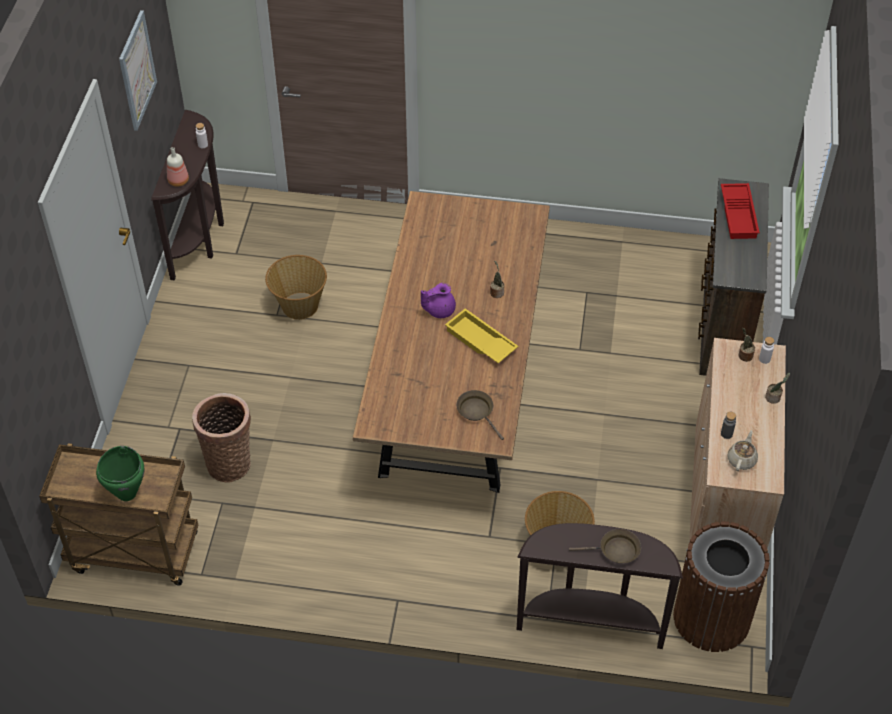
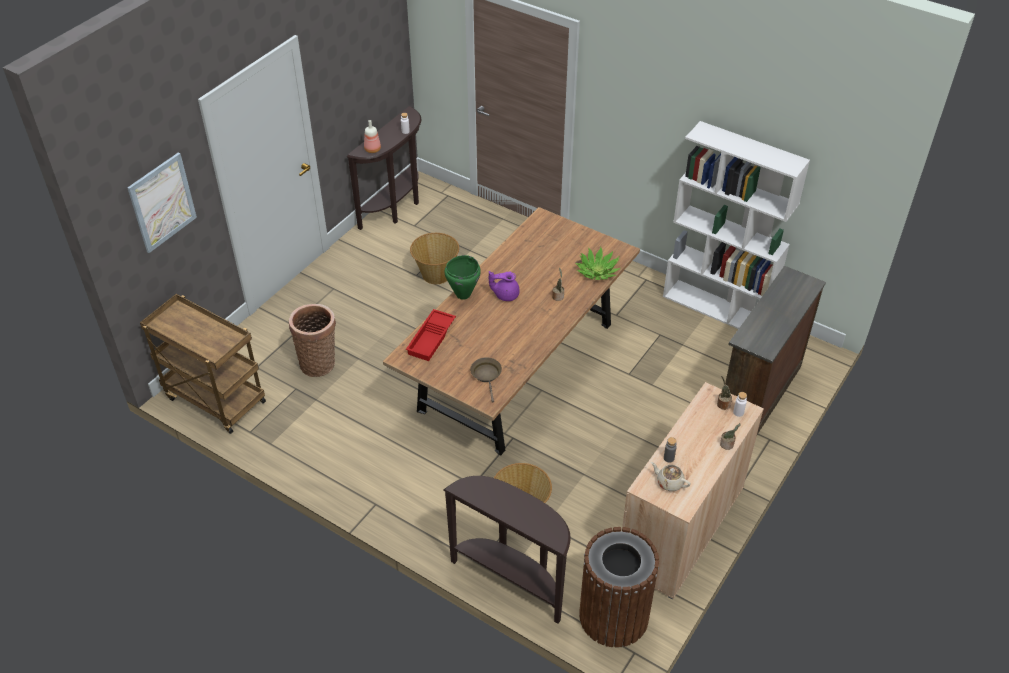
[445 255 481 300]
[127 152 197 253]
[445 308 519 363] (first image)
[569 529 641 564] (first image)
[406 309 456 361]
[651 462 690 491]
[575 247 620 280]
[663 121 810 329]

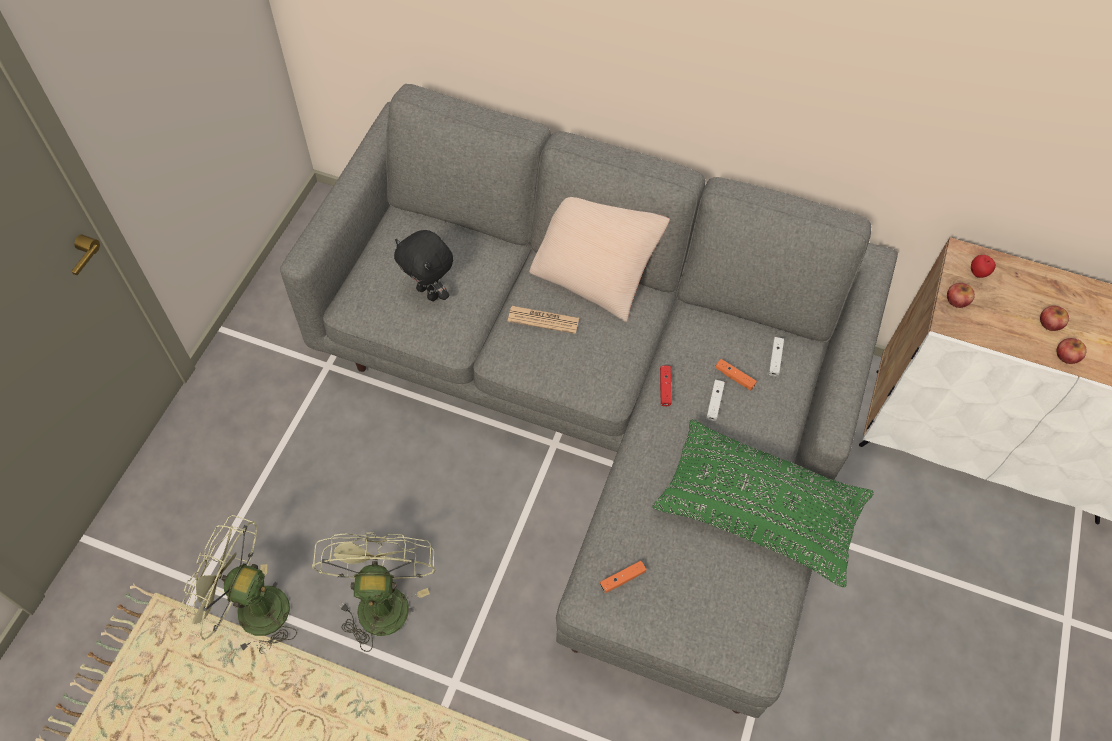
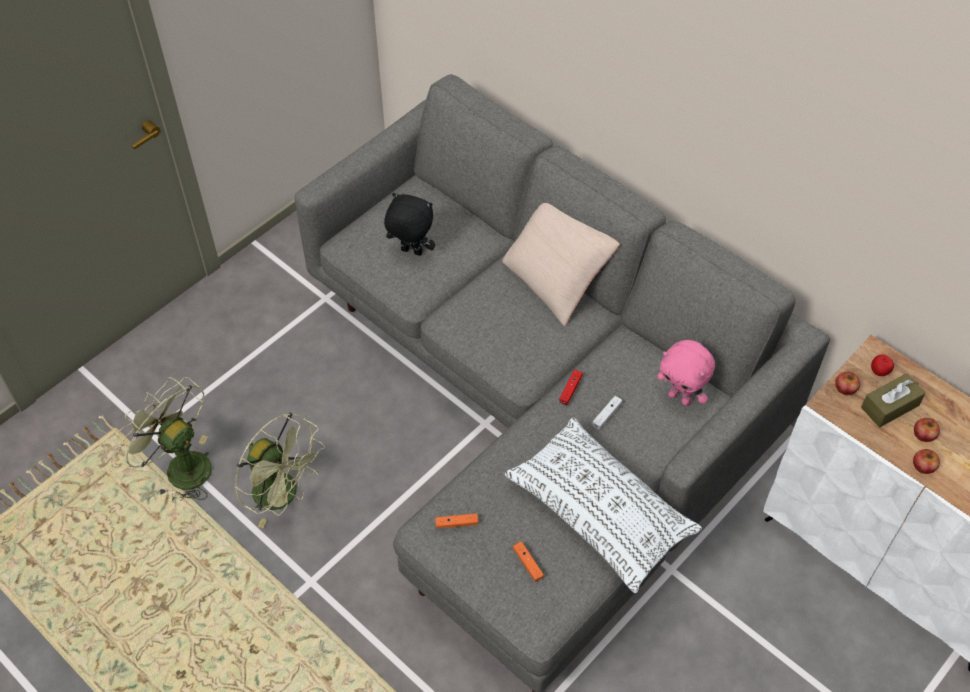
[235 413 325 528]
[384 193 435 256]
[508 306 579 334] (first image)
[505 418 702 593]
[513 541 544 582]
[657 340 715 406]
[861 373 926 427]

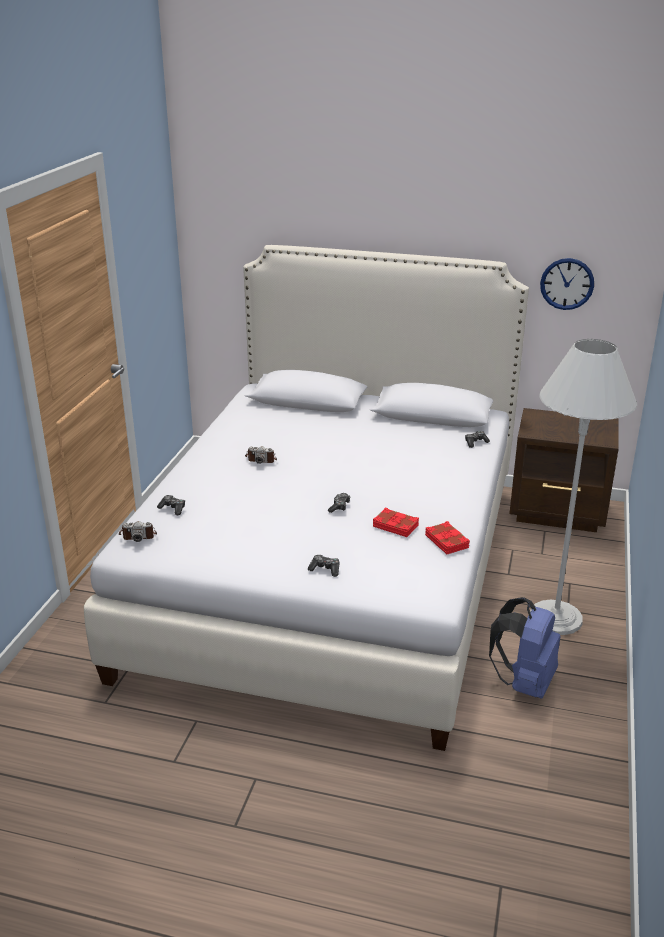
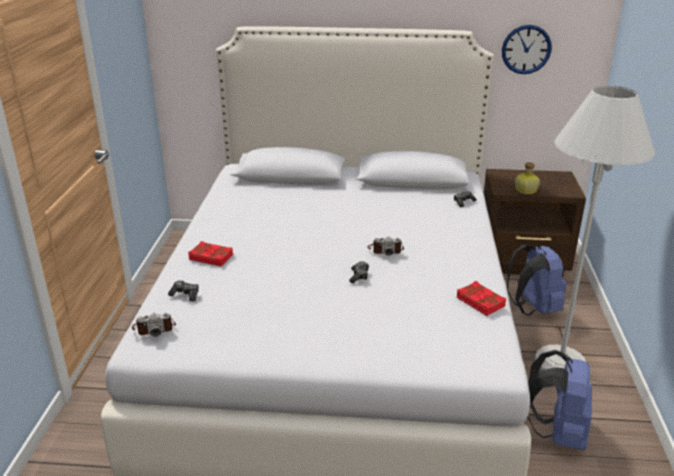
[367 237 404 256]
[308 555 339 577] (first image)
[188 241 233 266]
[507 245 567 316]
[515 162 540 194]

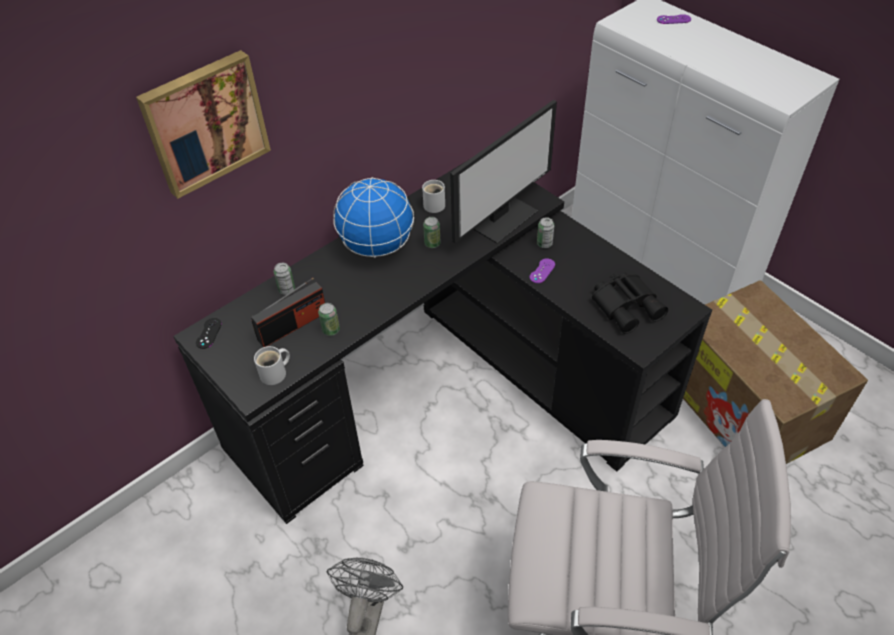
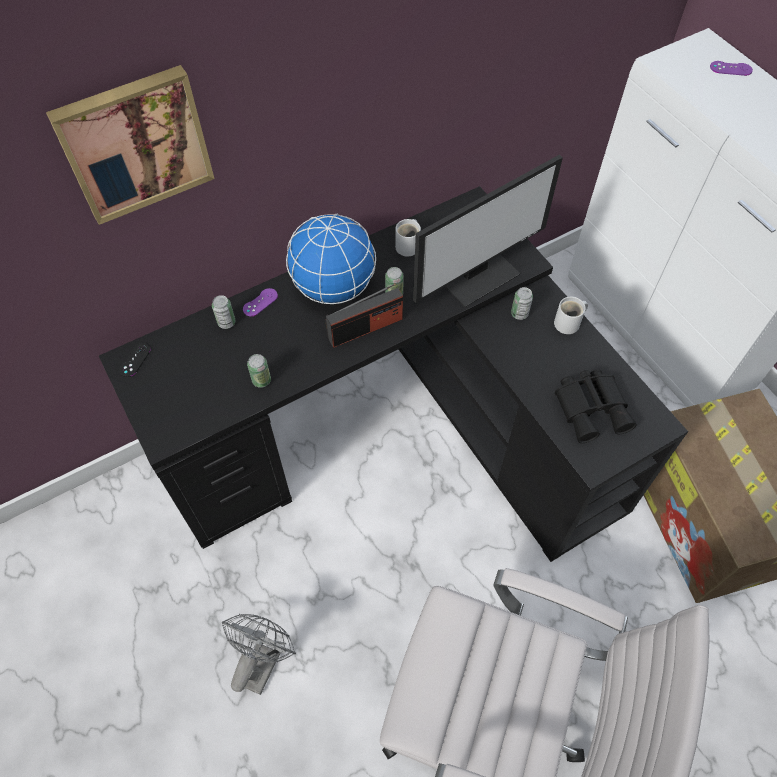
[325 283 403 348]
[554 297 588 334]
[243 288 278 316]

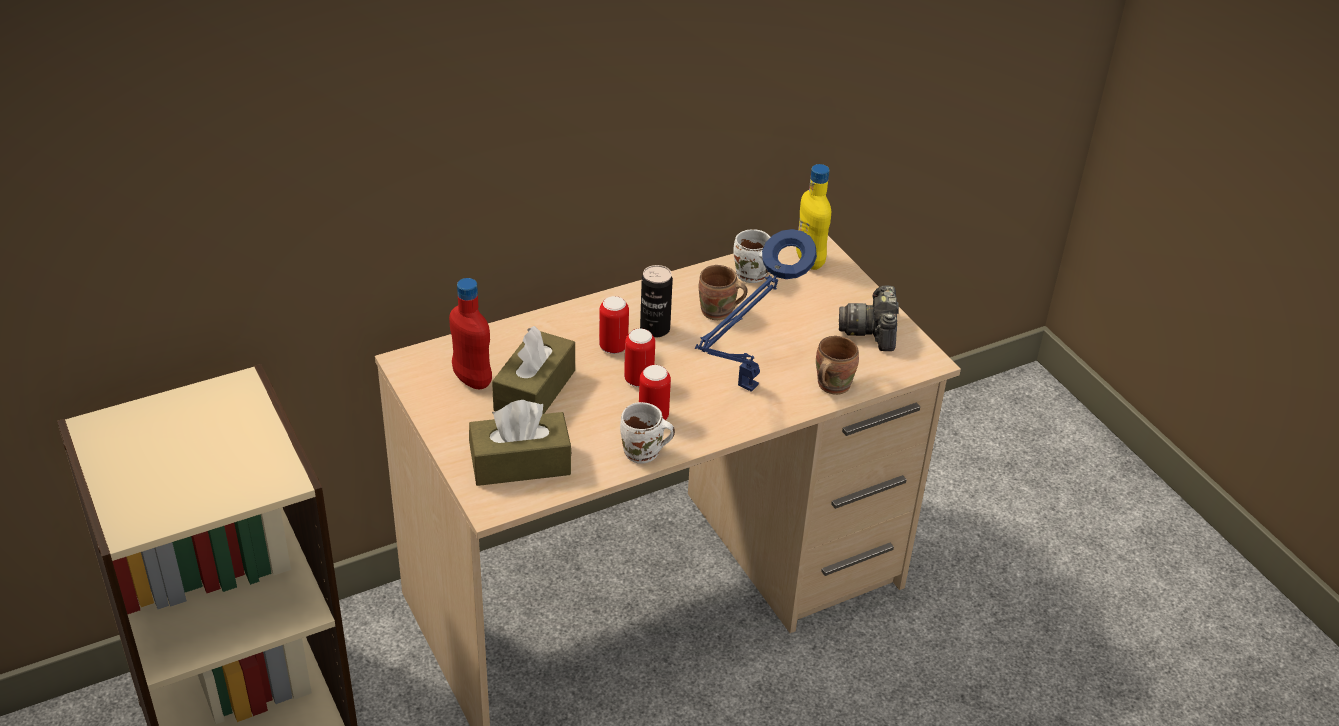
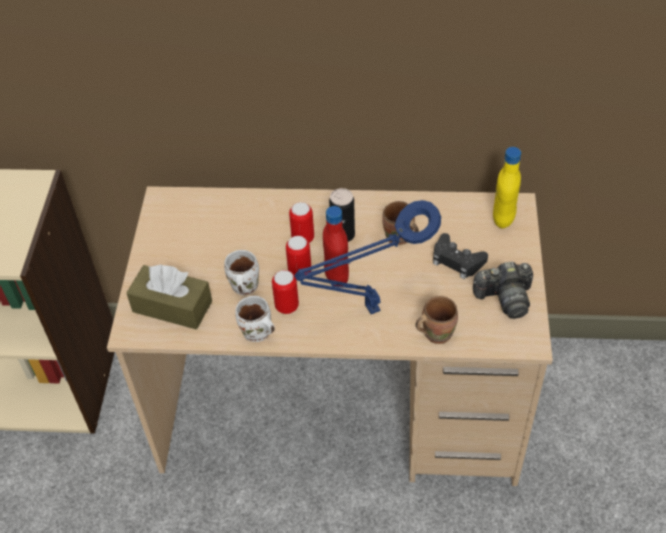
[323 206 349 286]
[492 326 575 414] (first image)
[224 250 259 295]
[473 261 533 319]
[433 233 488 279]

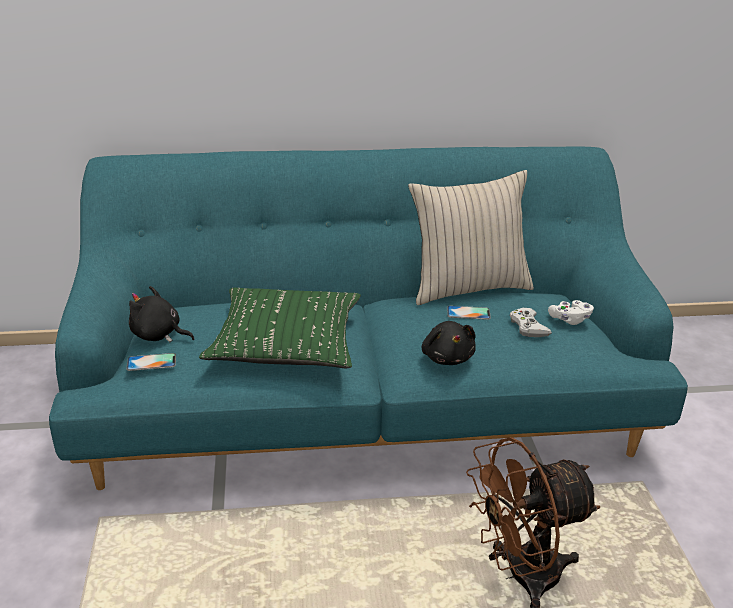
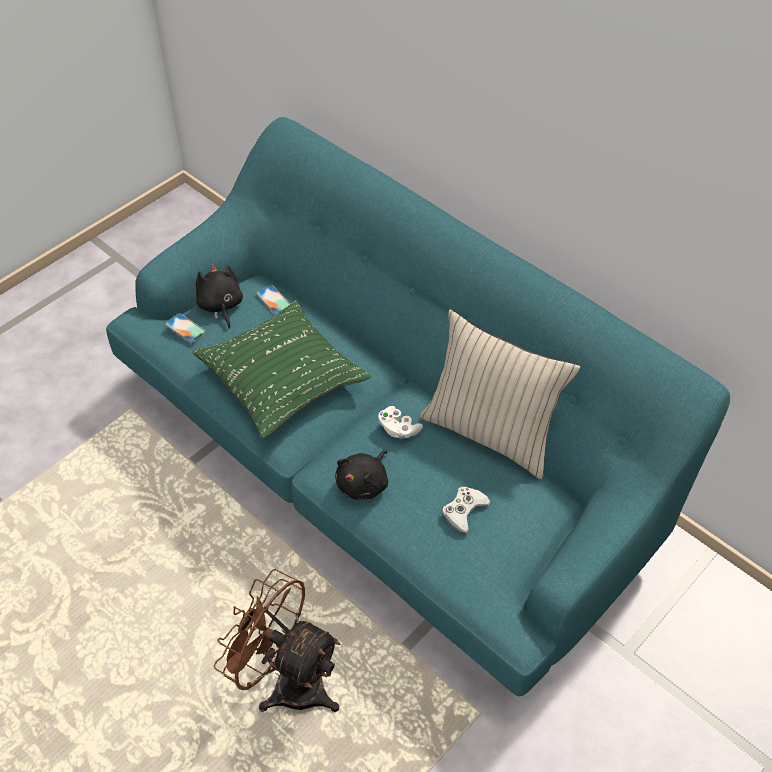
[255 285 290 315]
[378 406 423 439]

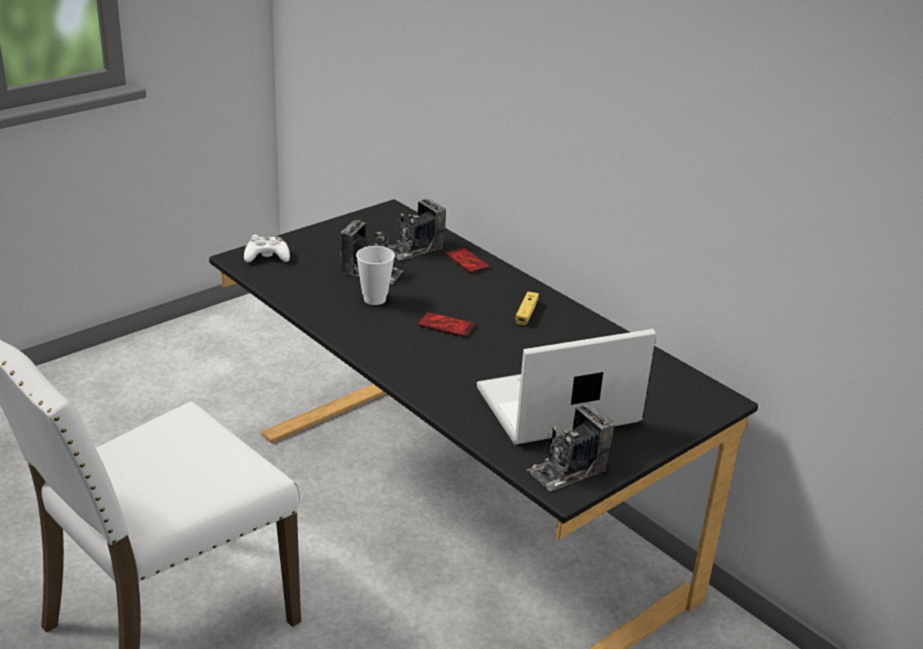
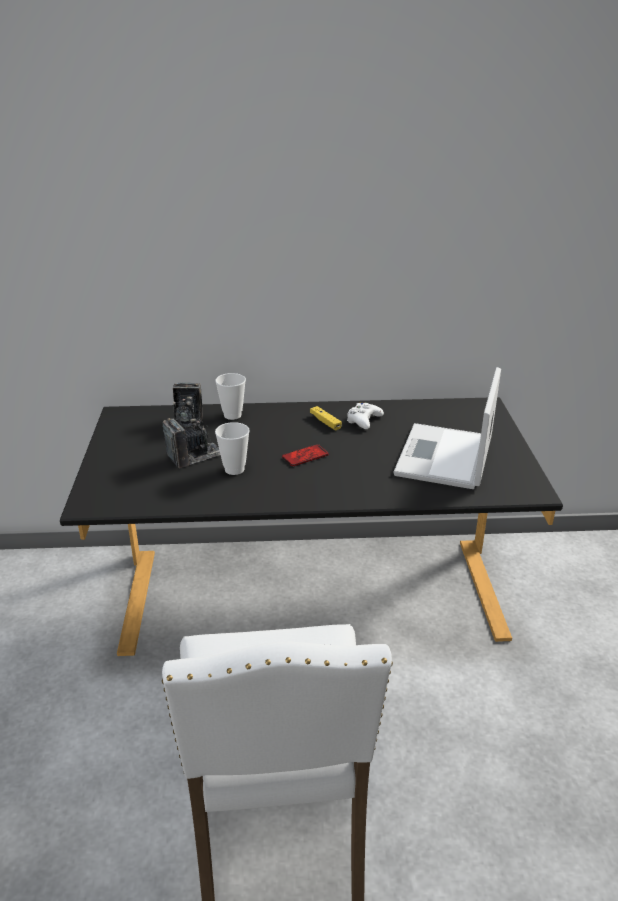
[347 402 384 429]
[215 373 246 420]
[527 404 614 491] (first image)

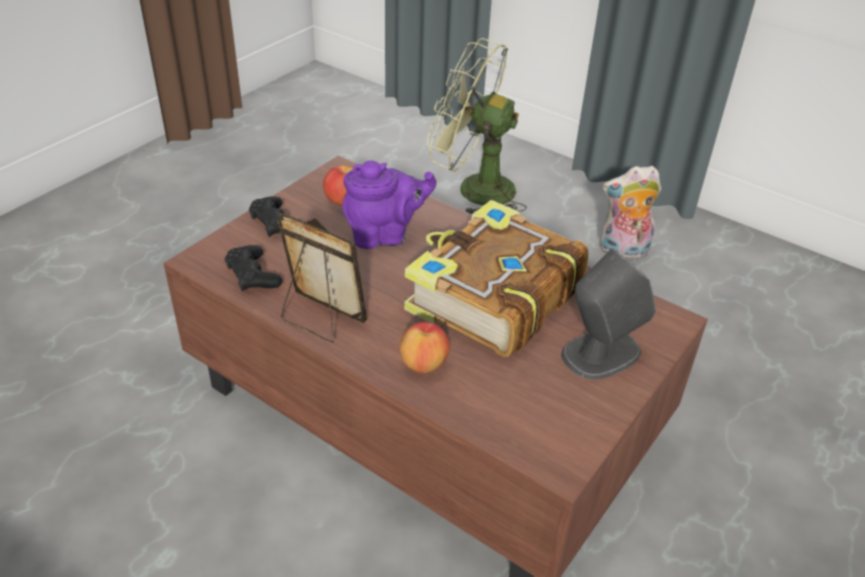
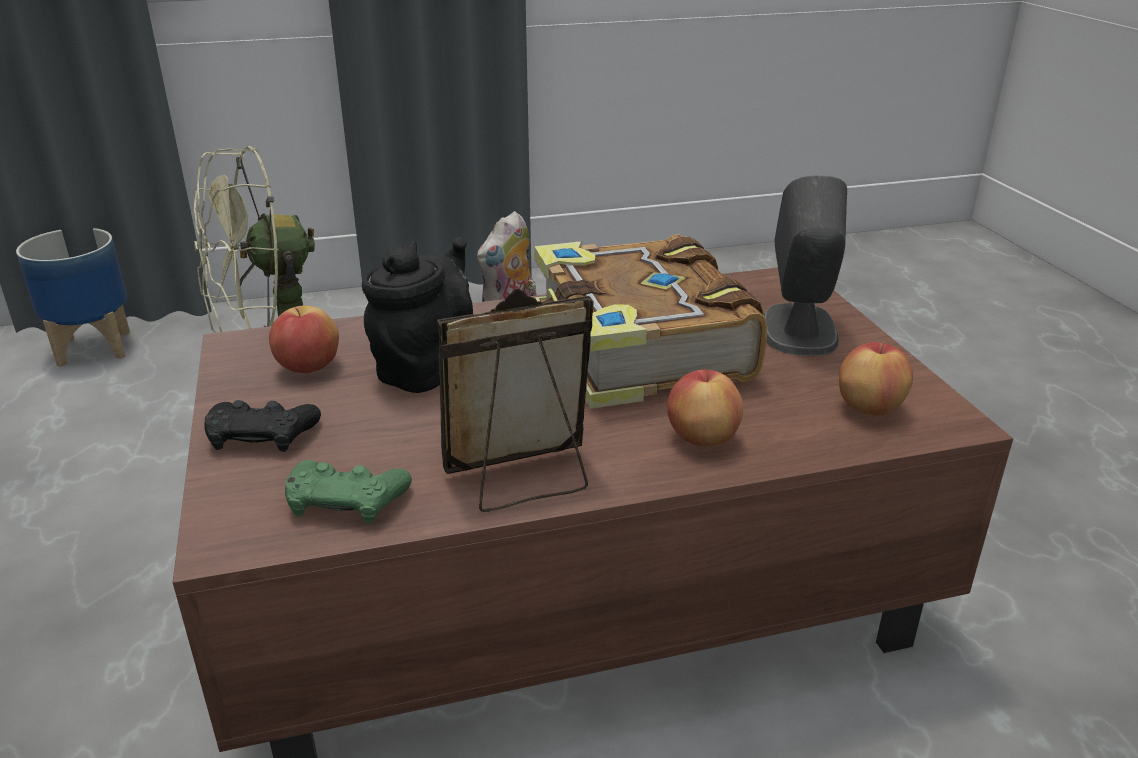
[285 460 412 524]
[362 237 473 393]
[16 228 130 367]
[839 341 913 416]

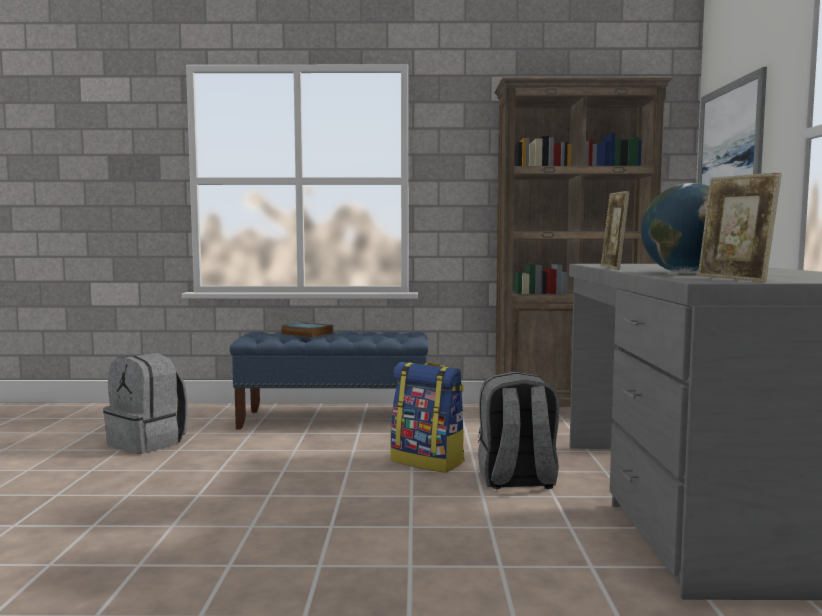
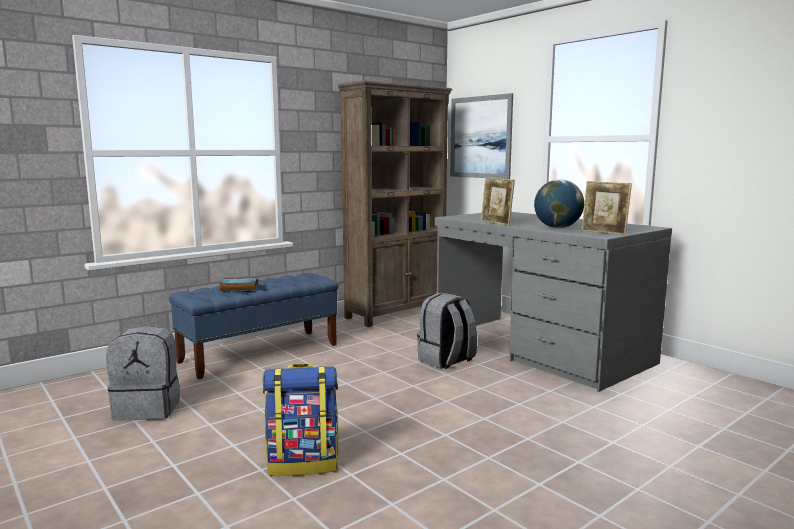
[263 364 338 476]

